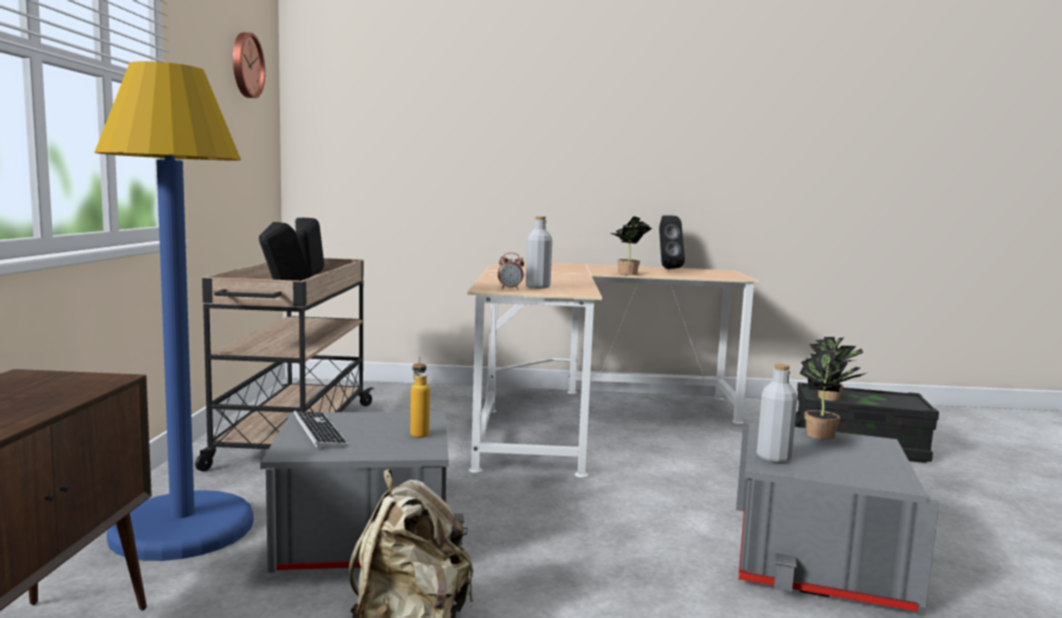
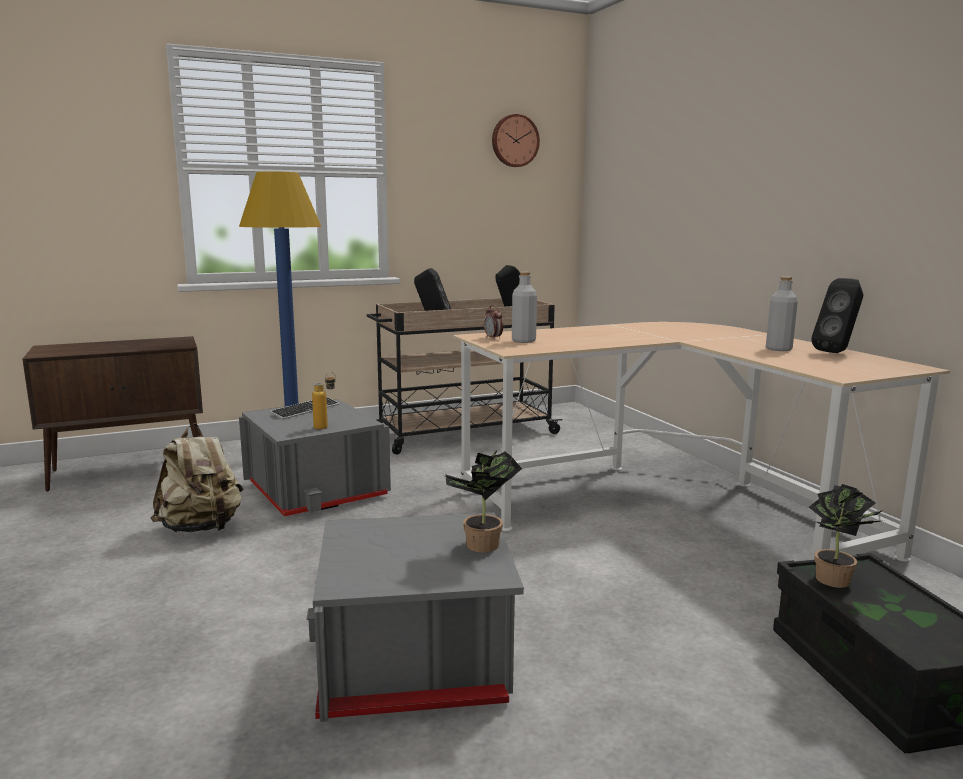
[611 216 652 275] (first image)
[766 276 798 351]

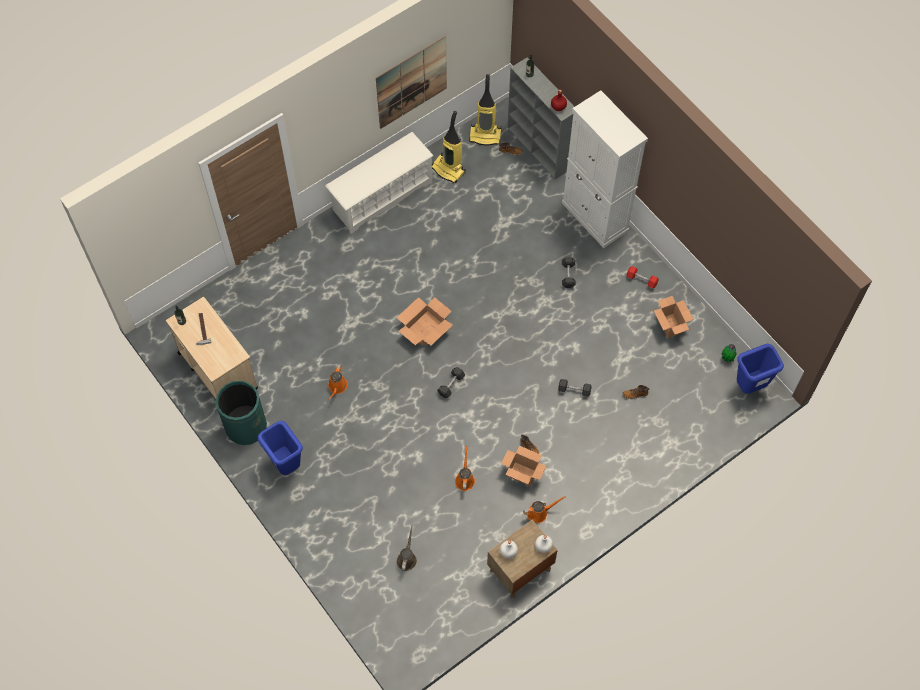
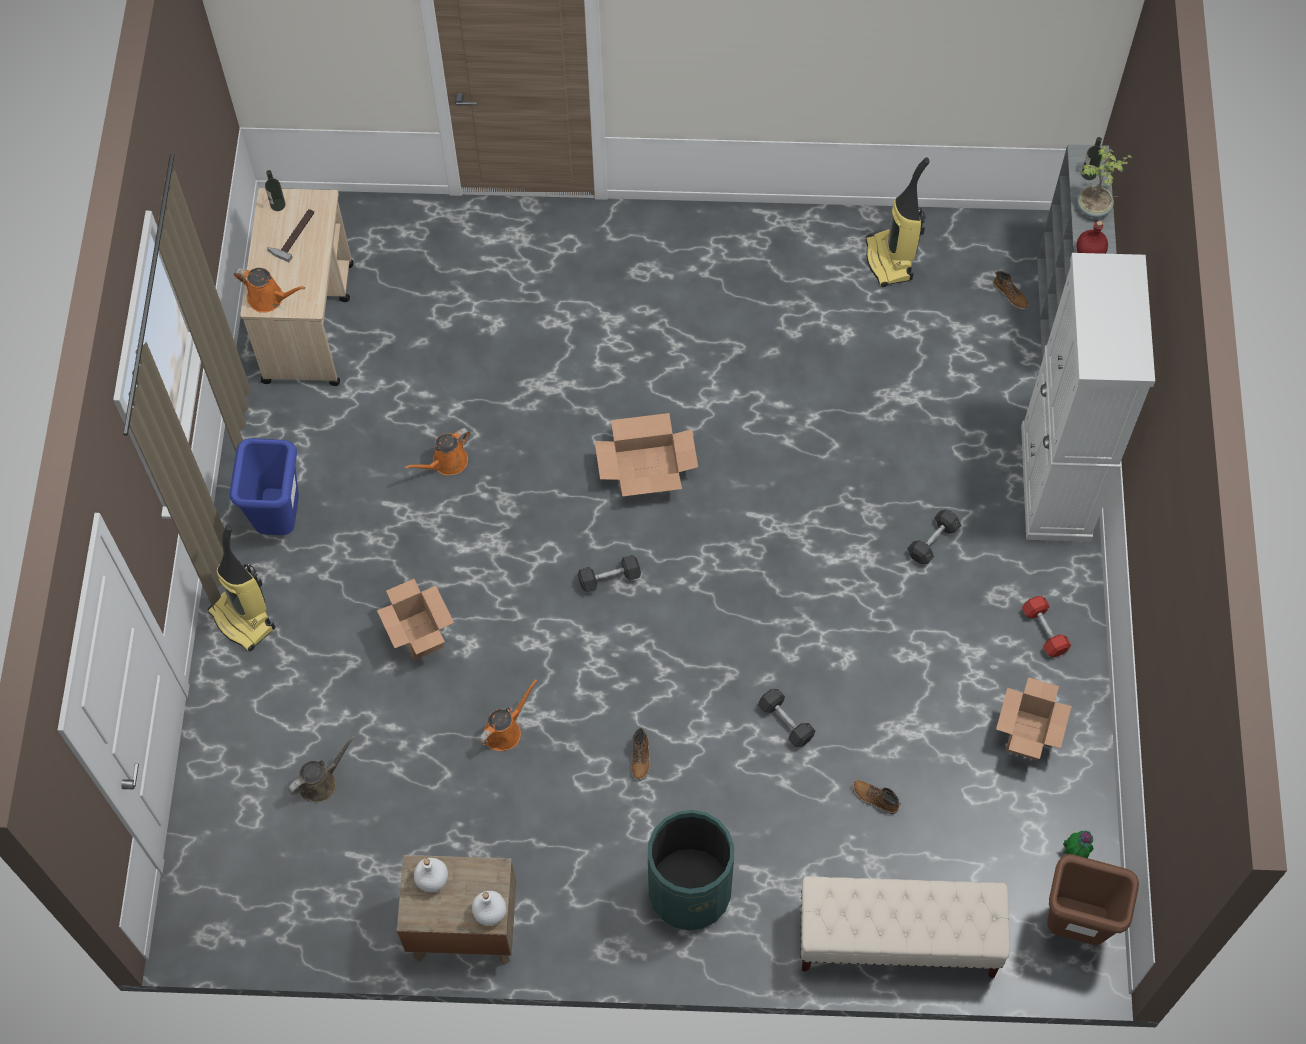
[648 810 734 930]
[325 132 434 234] (first image)
[376 36 447 129] (first image)
[208 524 276 651]
[377 579 454 660]
[234 268 305 313]
[1047 854 1139 945]
[800 876 1010 978]
[1077 146 1132 218]

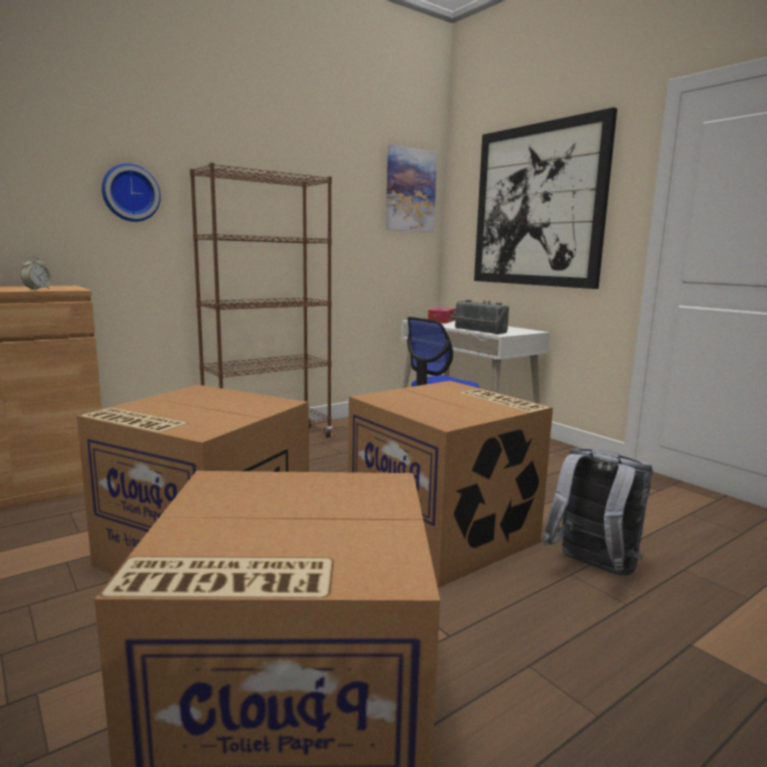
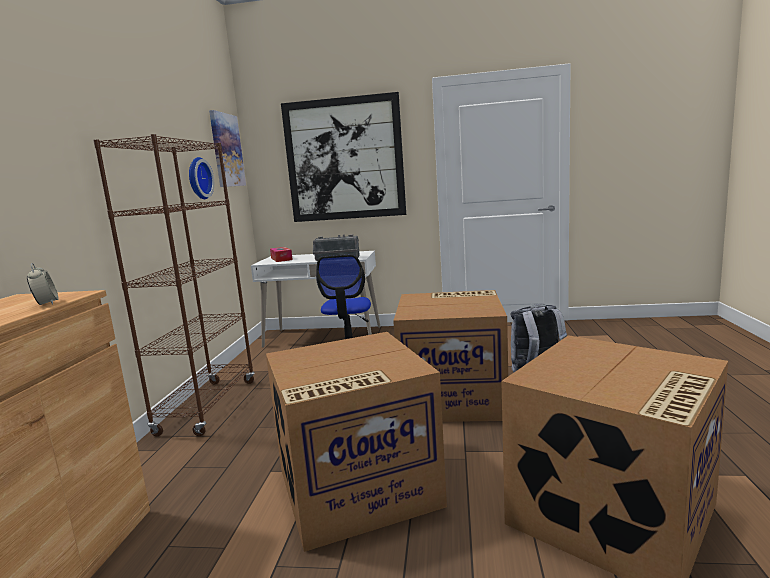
[189 157 214 199]

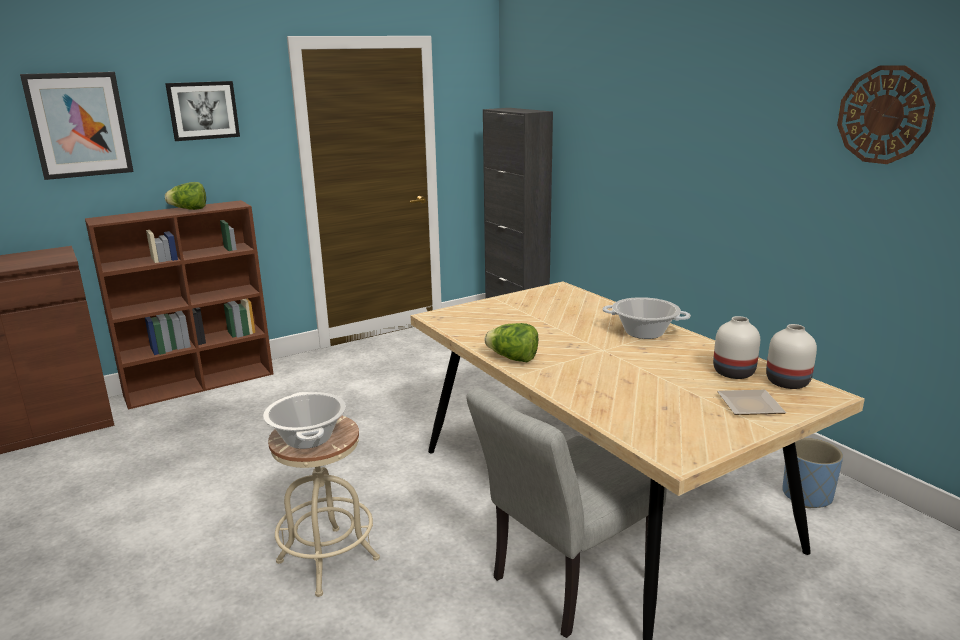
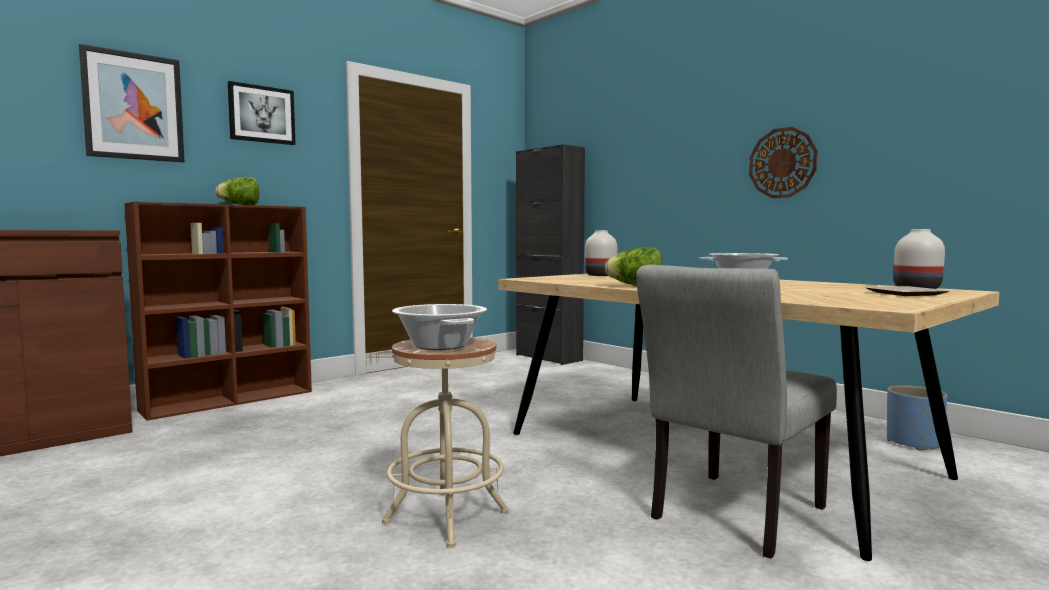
[585 230 618 276]
[749 127 817 198]

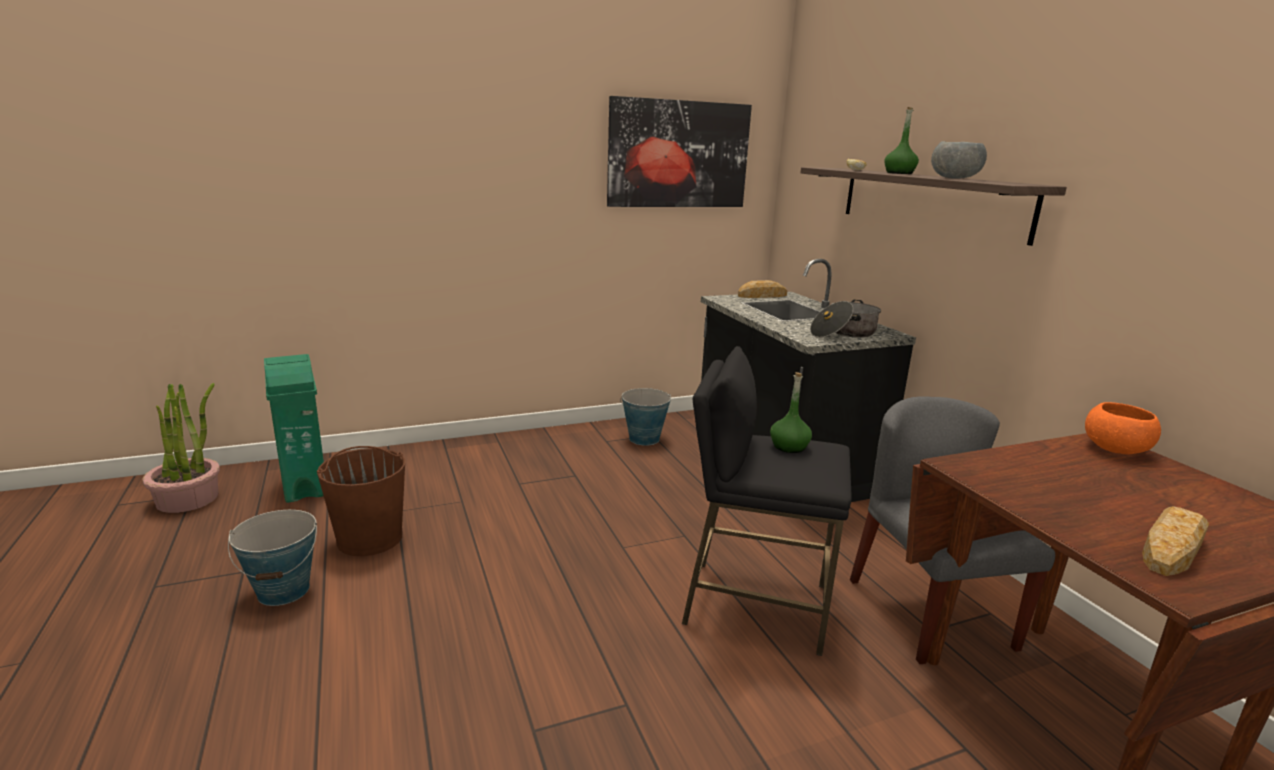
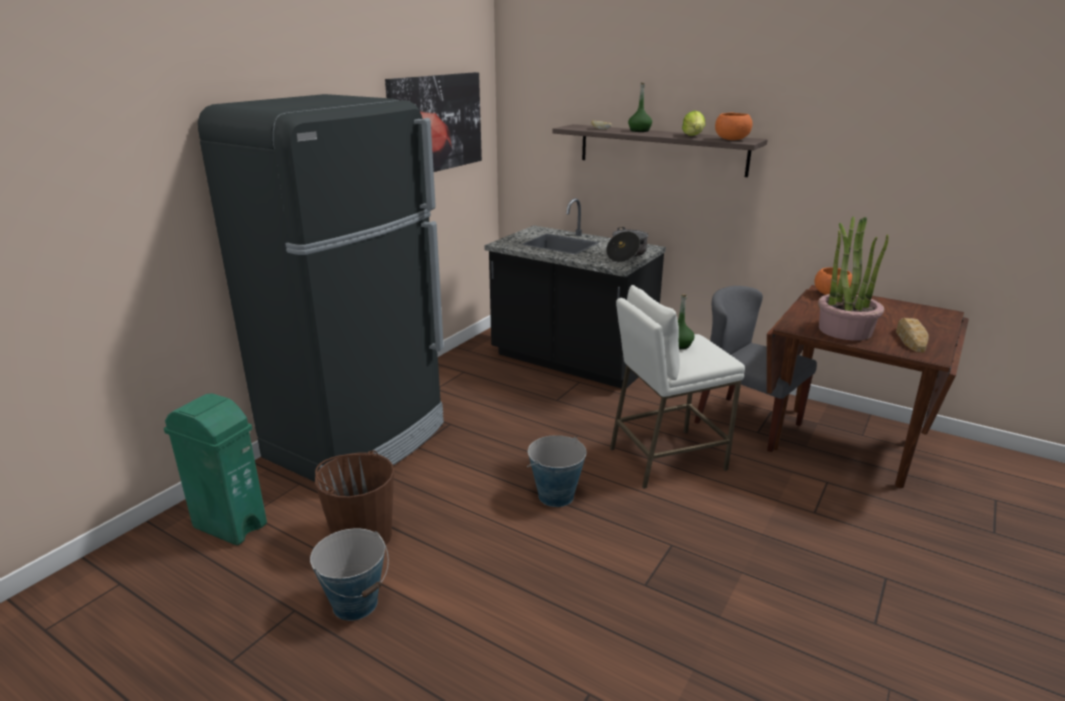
[818 216 889 341]
[527 435 586 507]
[610 285 745 488]
[738 280 787 298] (first image)
[682 111 705 136]
[198 94 444 482]
[715 113 753 140]

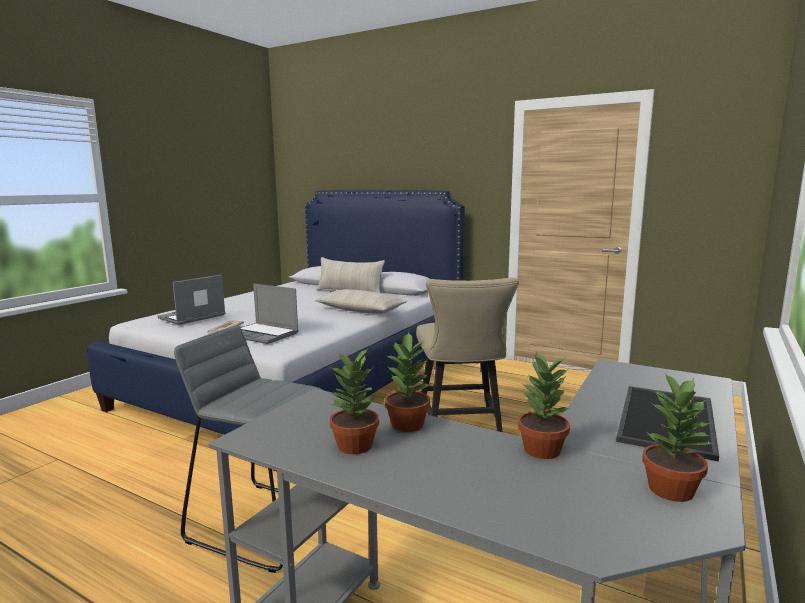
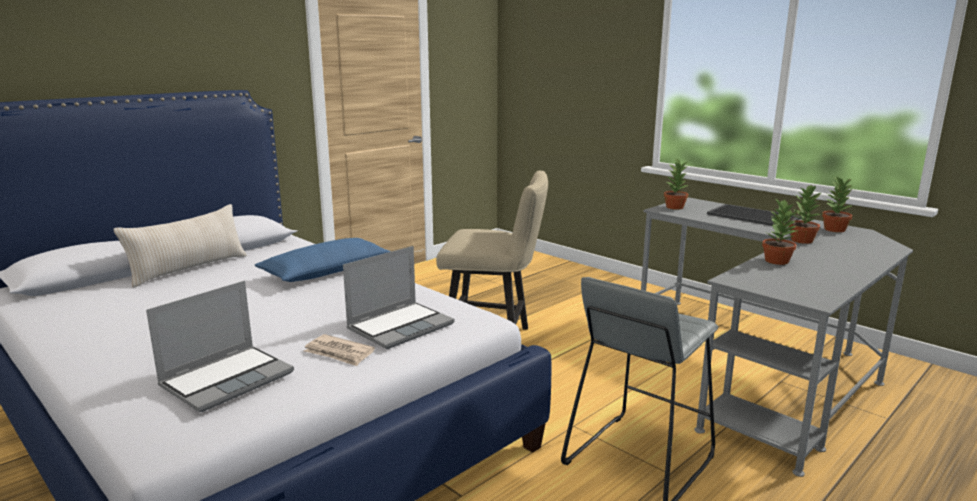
[146 281 294 412]
[255 238 391 282]
[664 159 688 210]

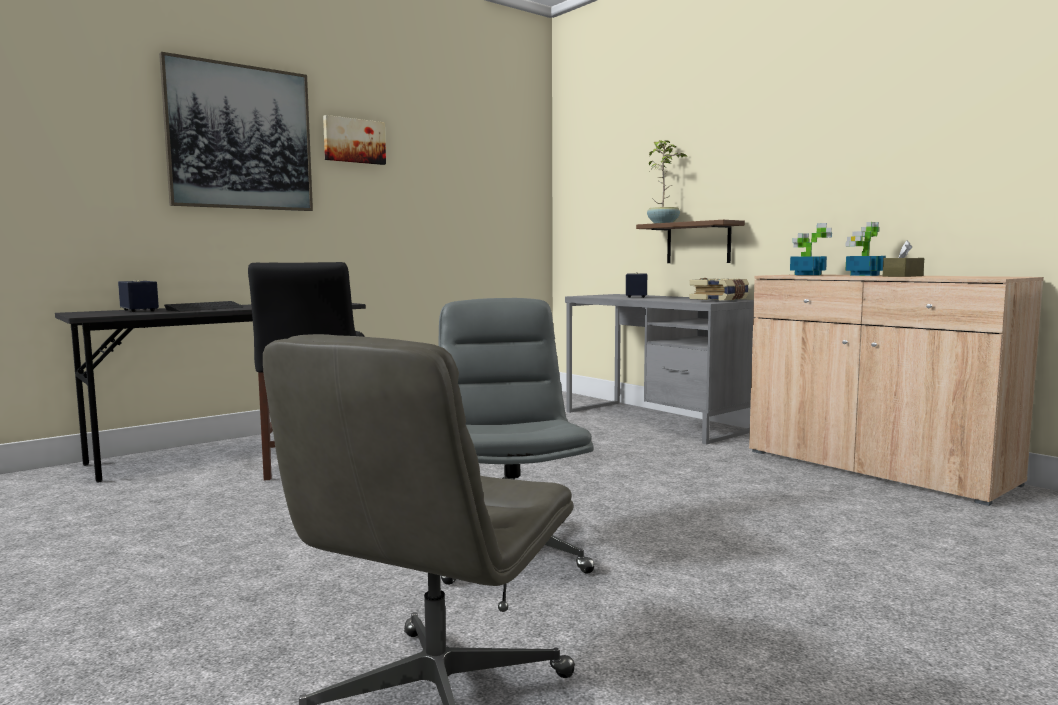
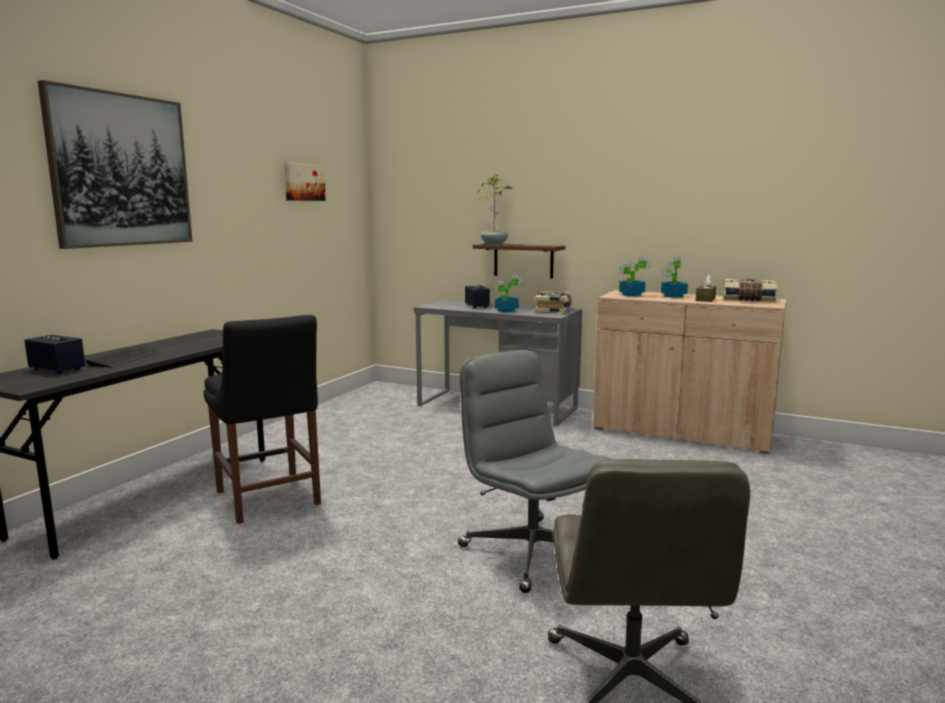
[284 162 326 201]
[494 275 522 312]
[723 279 778 302]

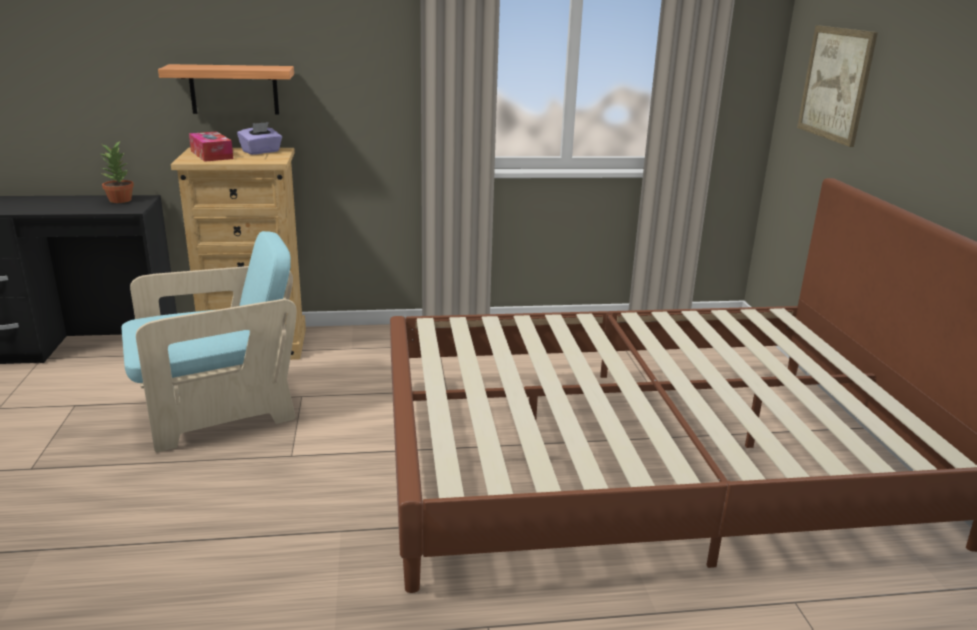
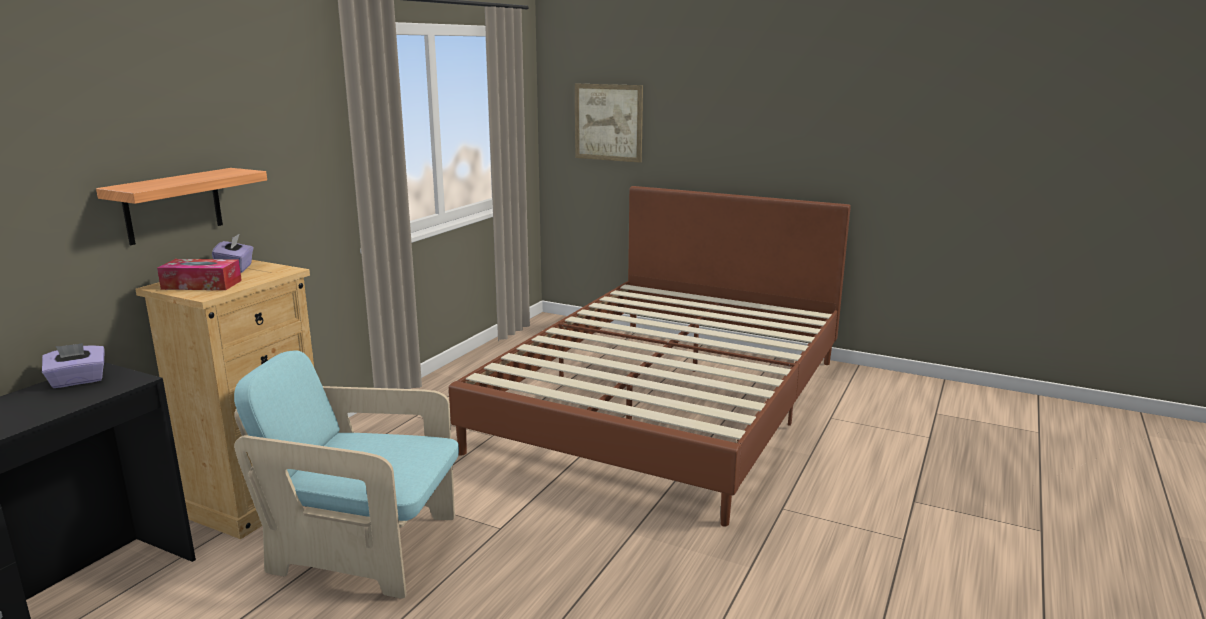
[42 343 105 388]
[234 350 459 599]

